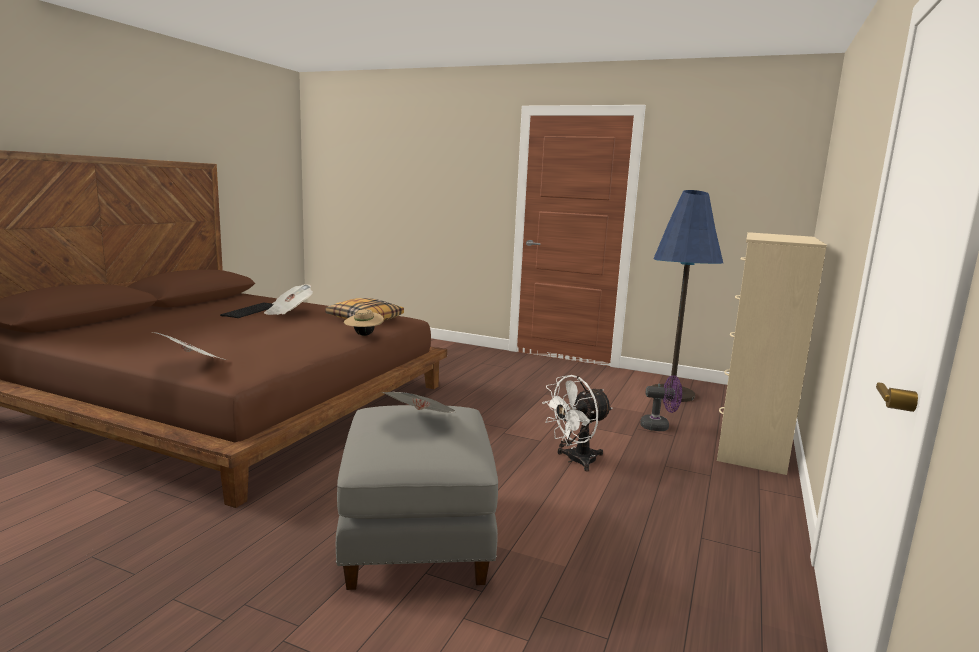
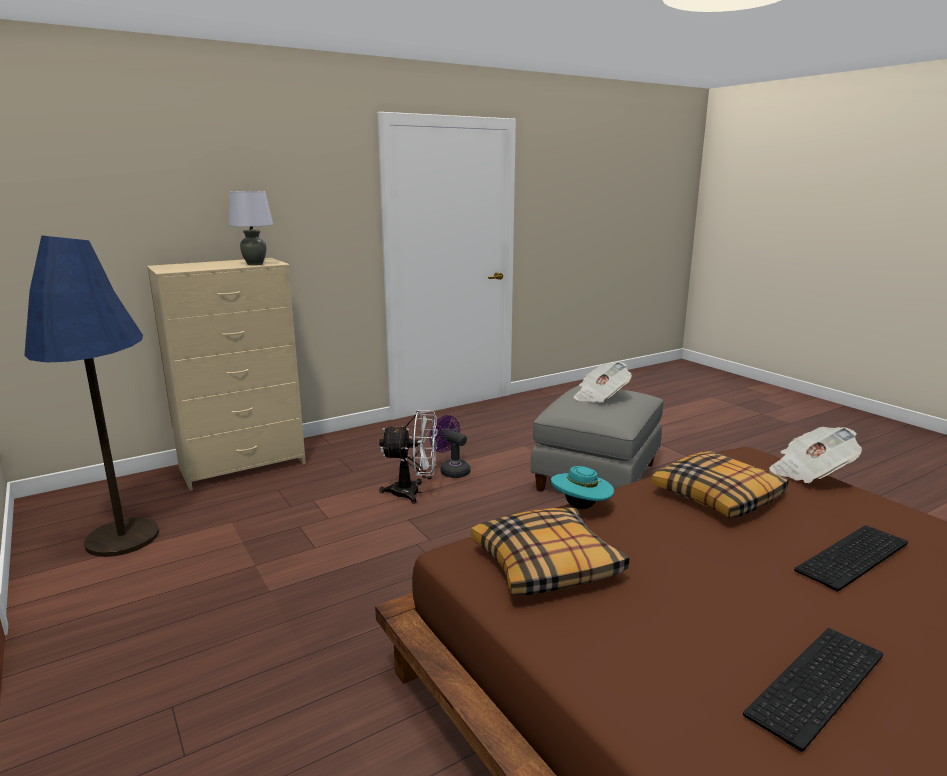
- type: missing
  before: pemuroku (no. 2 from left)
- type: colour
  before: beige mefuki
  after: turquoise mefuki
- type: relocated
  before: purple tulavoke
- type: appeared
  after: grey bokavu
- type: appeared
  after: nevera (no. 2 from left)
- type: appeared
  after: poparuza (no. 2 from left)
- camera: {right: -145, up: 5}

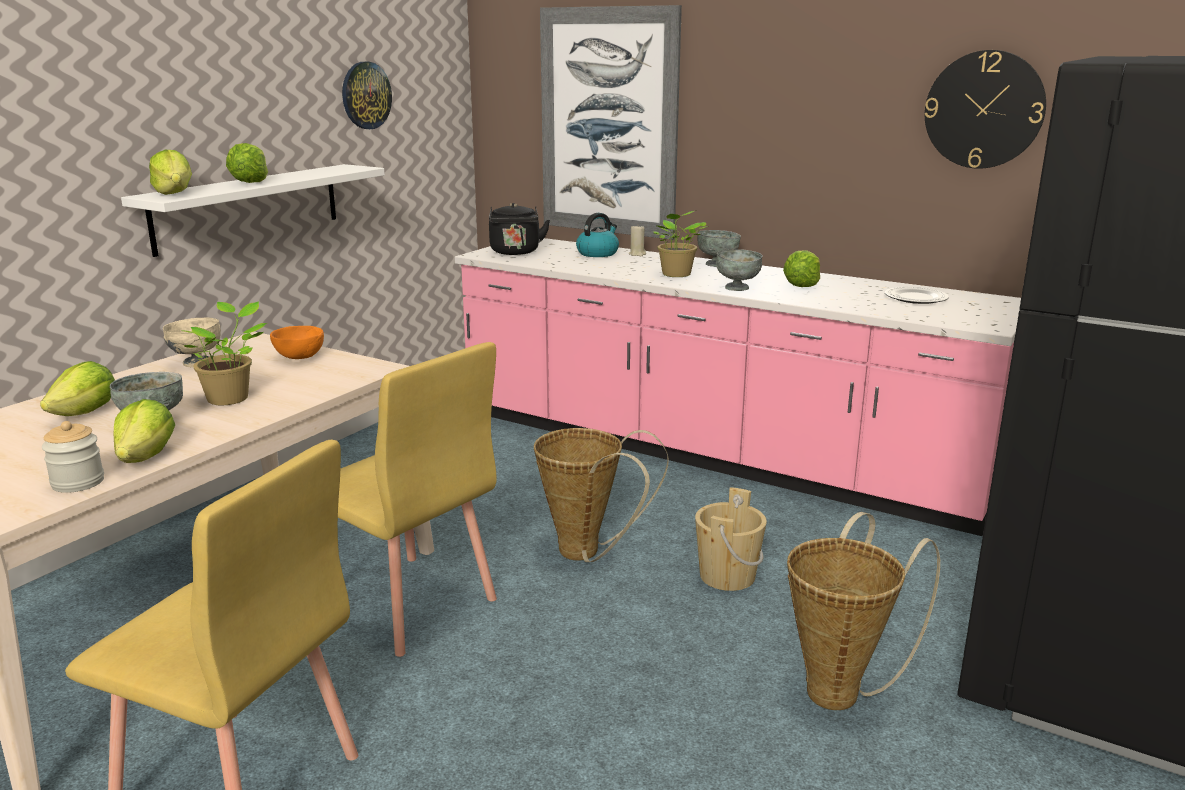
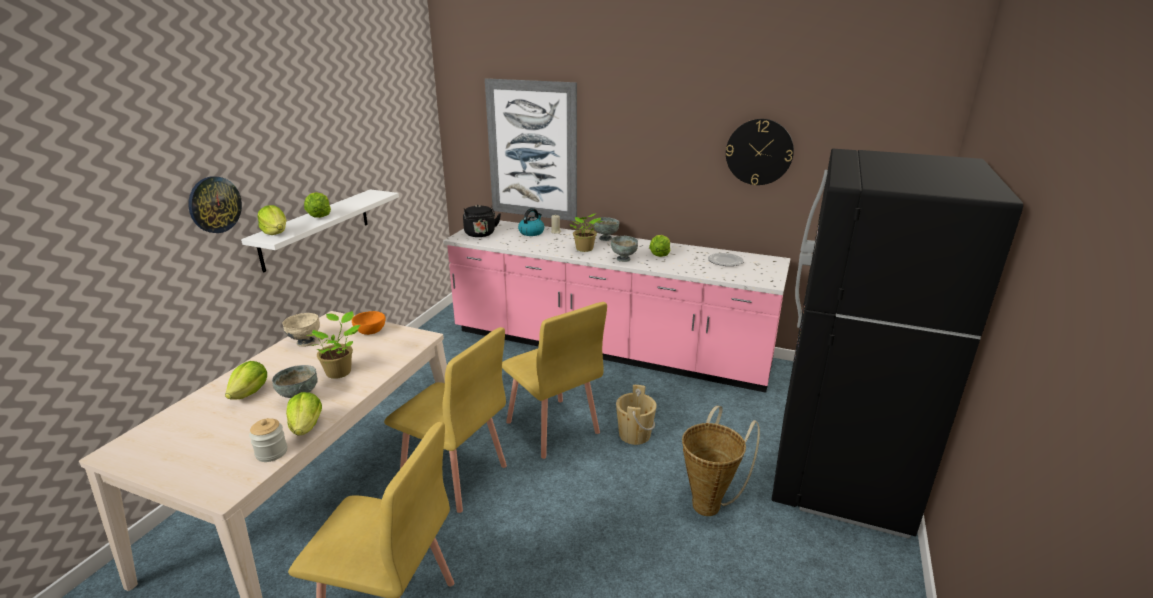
- type: relocated
  before: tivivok (no. 1 from left)
- type: exchanged
  before: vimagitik (no. 1 from left)
  after: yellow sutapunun (no. 3 from left)
- camera: {right: -10, up: 5}

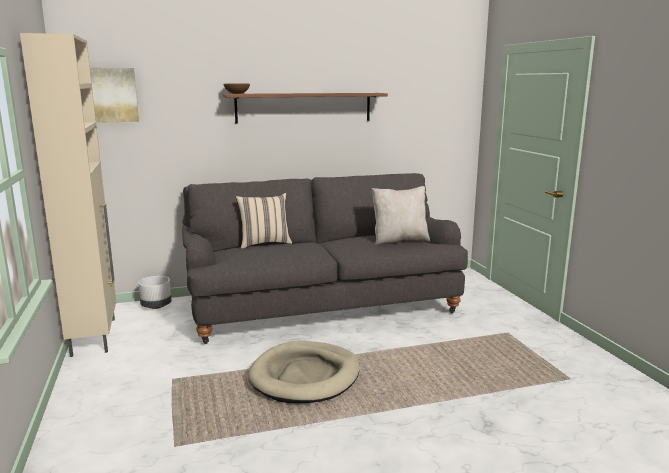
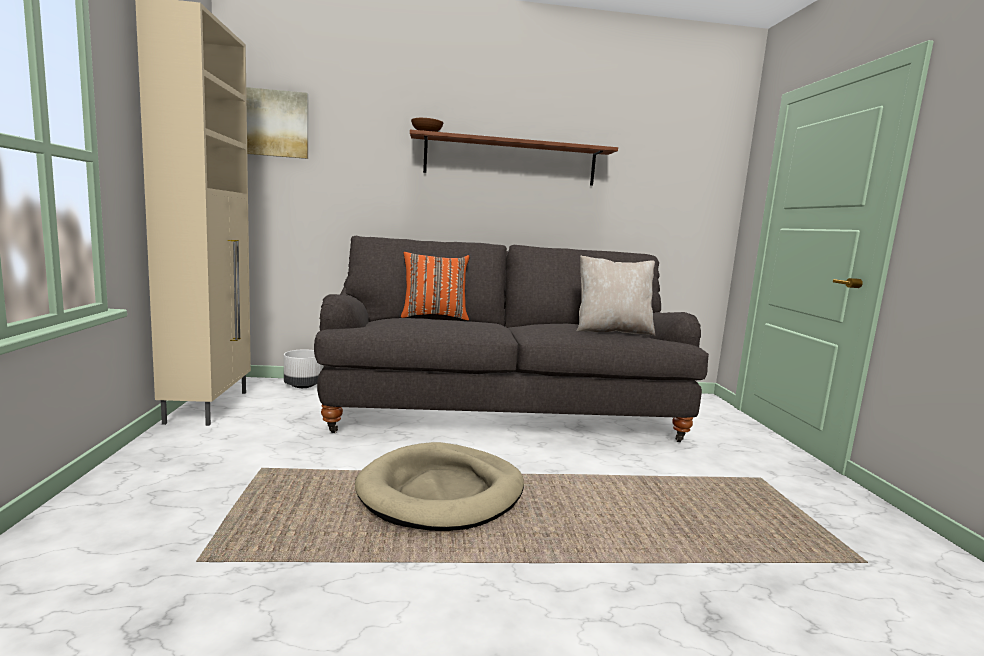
- type: colour
  before: beige nevera (no. 1 from left)
  after: orange nevera
- camera: {right: 10, up: -5}

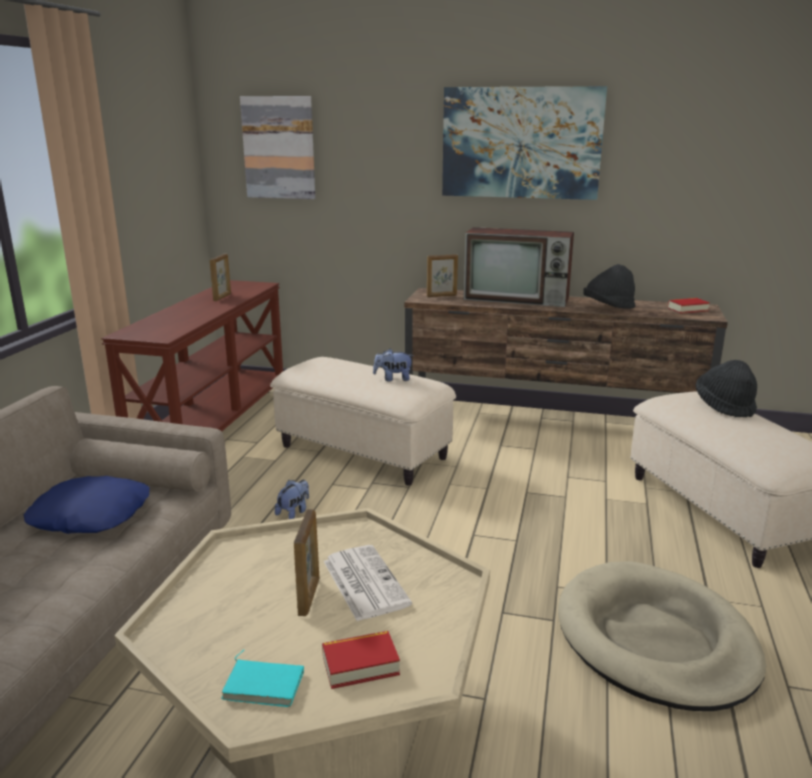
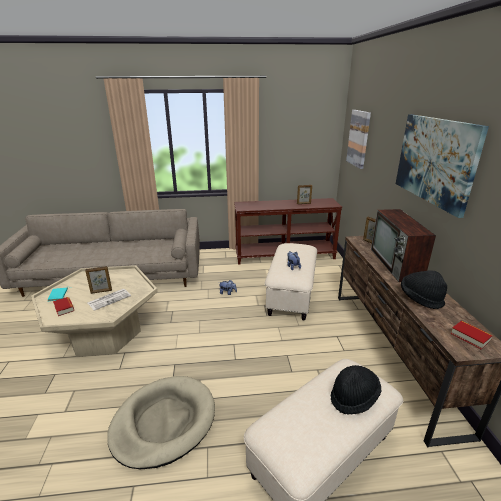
- type: missing
  before: blue nevera
- camera: {right: 70, up: 5}

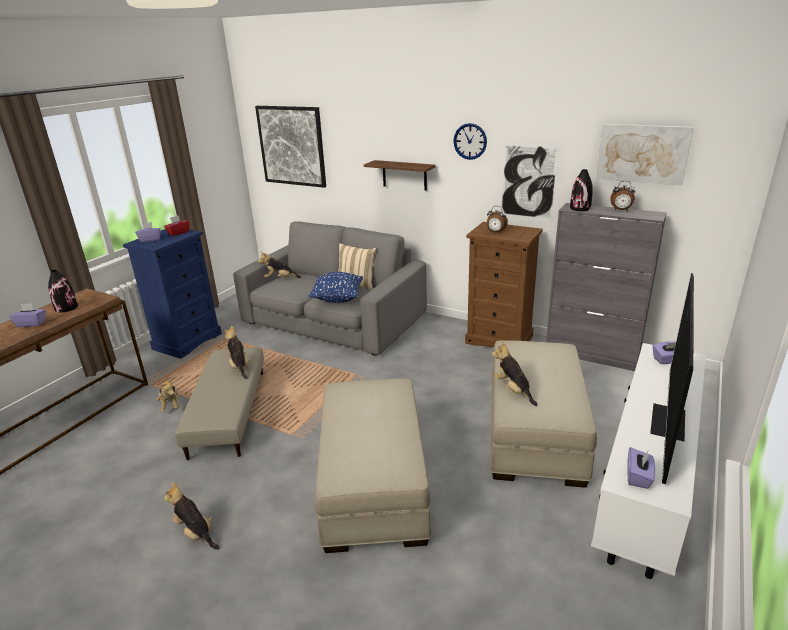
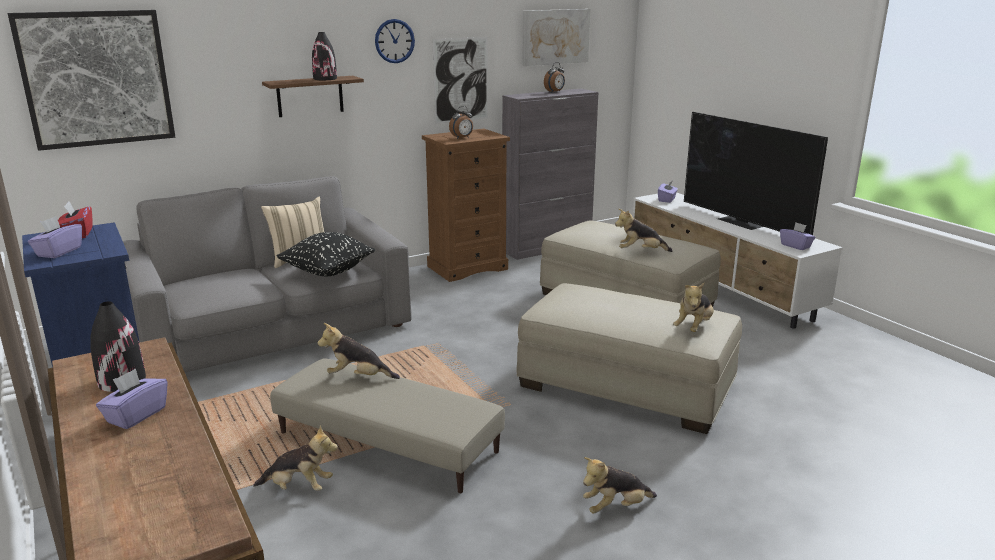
- type: relocated
  before: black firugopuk (no. 2 from left)
- type: relocated
  before: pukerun (no. 4 from left in the first image)
  after: pukerun (no. 5 from left)
- type: colour
  before: blue nevera
  after: black nevera
- camera: {right: -60, up: -5}

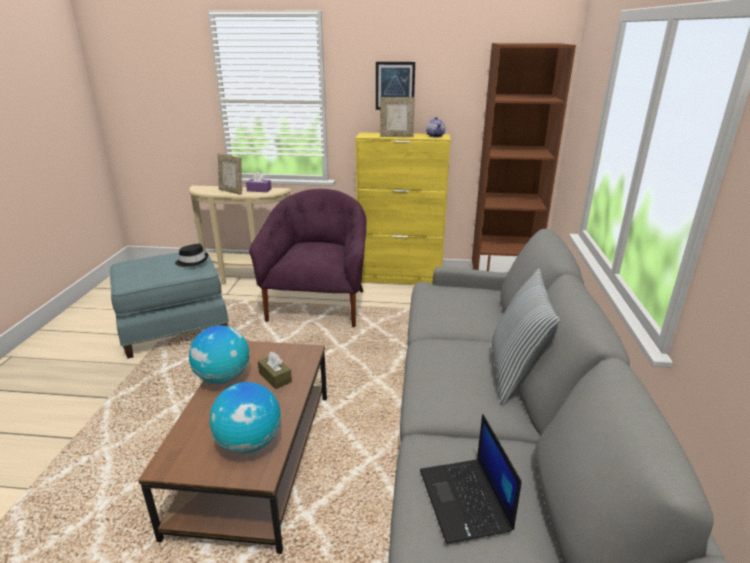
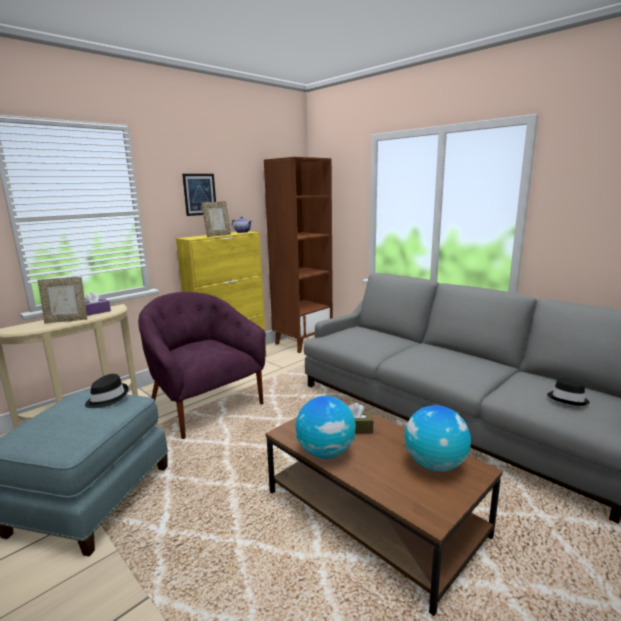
- type: missing
  before: nevera
- type: exchanged
  before: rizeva
  after: black mefuki (no. 2 from left)
- camera: {right: -50, up: -10}

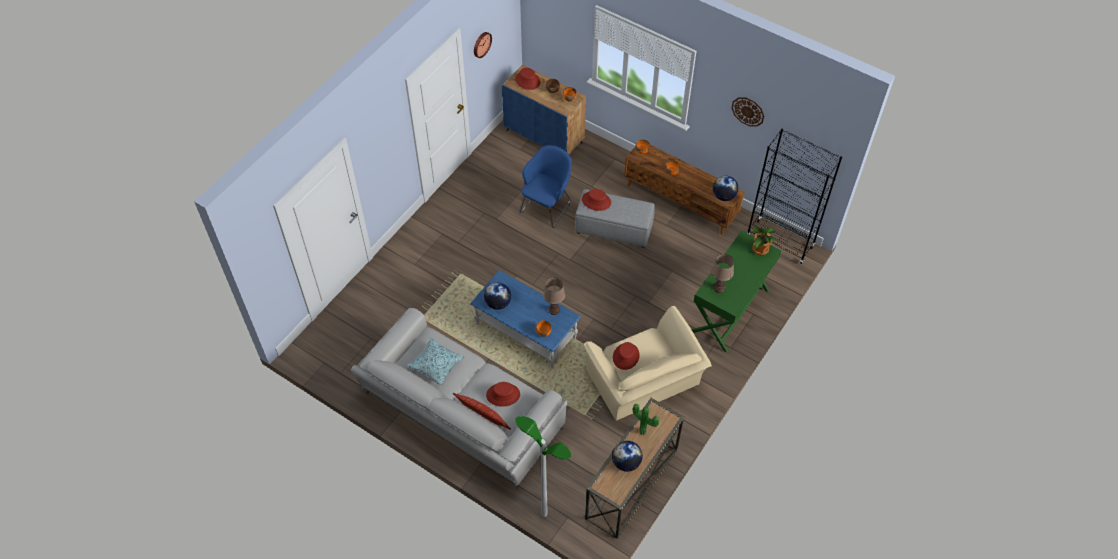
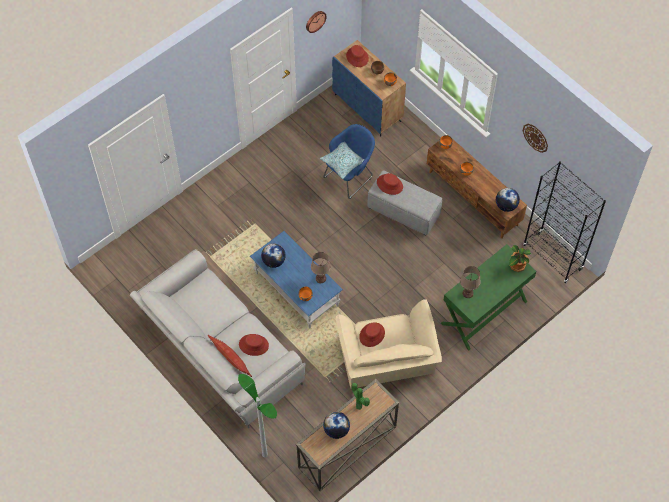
- type: relocated
  before: nevera (no. 1 from left in the first image)
  after: nevera (no. 2 from left)
- camera: {right: 15, up: 5}

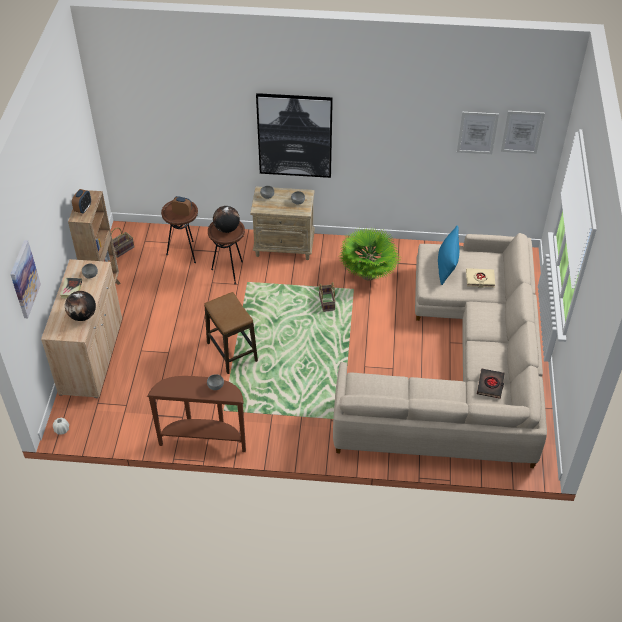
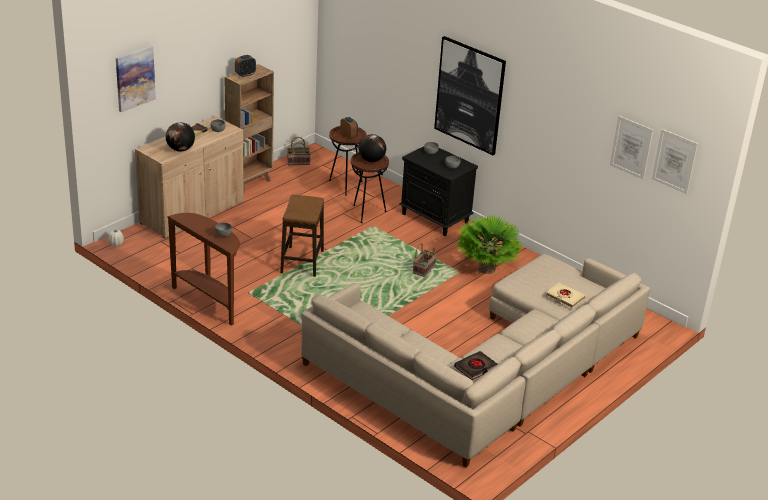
- type: colour
  before: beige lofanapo
  after: black lofanapo
- type: missing
  before: blue nevera
- camera: {right: 35, up: -15}

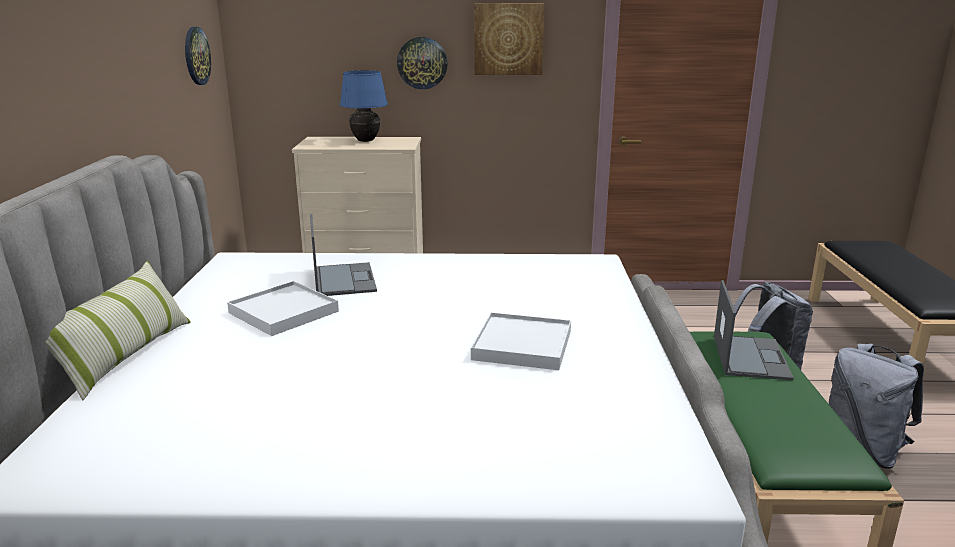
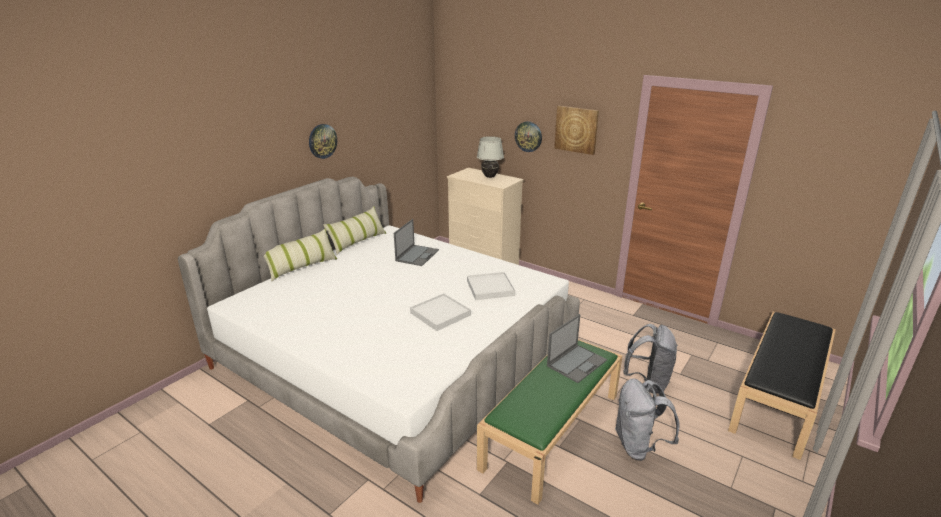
- type: relocated
  before: tivivok (no. 1 from left)
- type: colour
  before: blue bokavu
  after: white bokavu
- type: relocated
  before: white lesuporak (no. 1 from left in the first image)
  after: white lesuporak (no. 2 from left)
- type: appeared
  after: nevera (no. 2 from left)
- camera: {right: 35, up: 5}

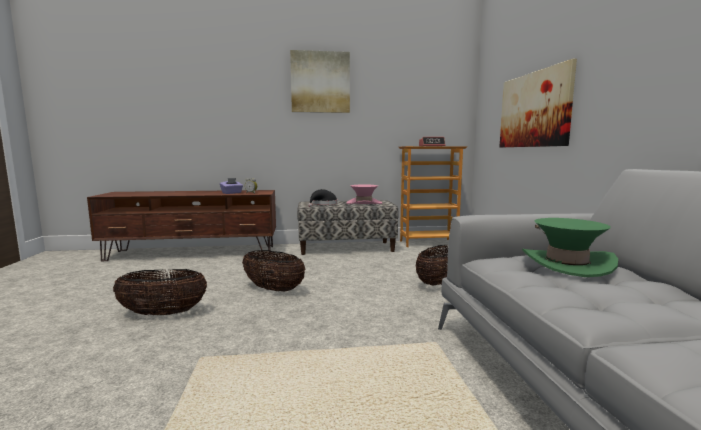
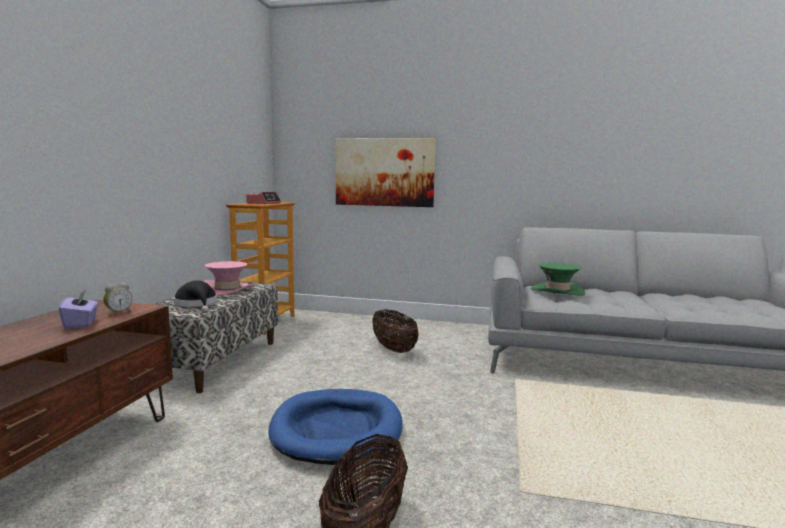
- type: missing
  before: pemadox (no. 1 from left)
- type: exchanged
  before: vimagitik (no. 2 from left)
  after: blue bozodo
- camera: {right: -70, up: 0}

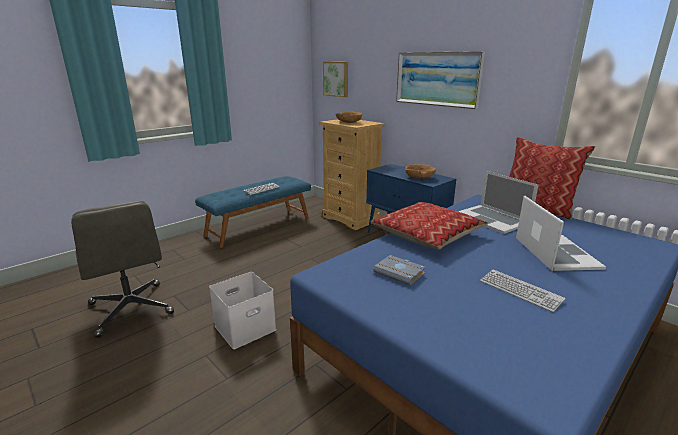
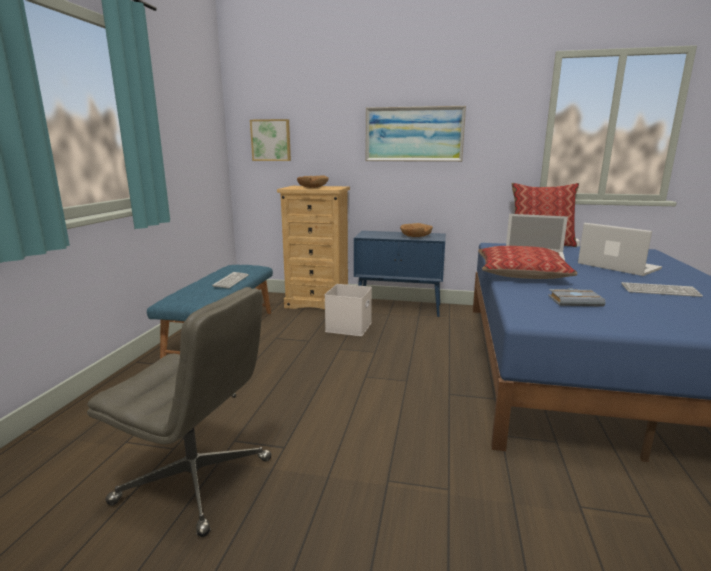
- type: relocated
  before: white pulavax
- camera: {right: -35, up: -5}

